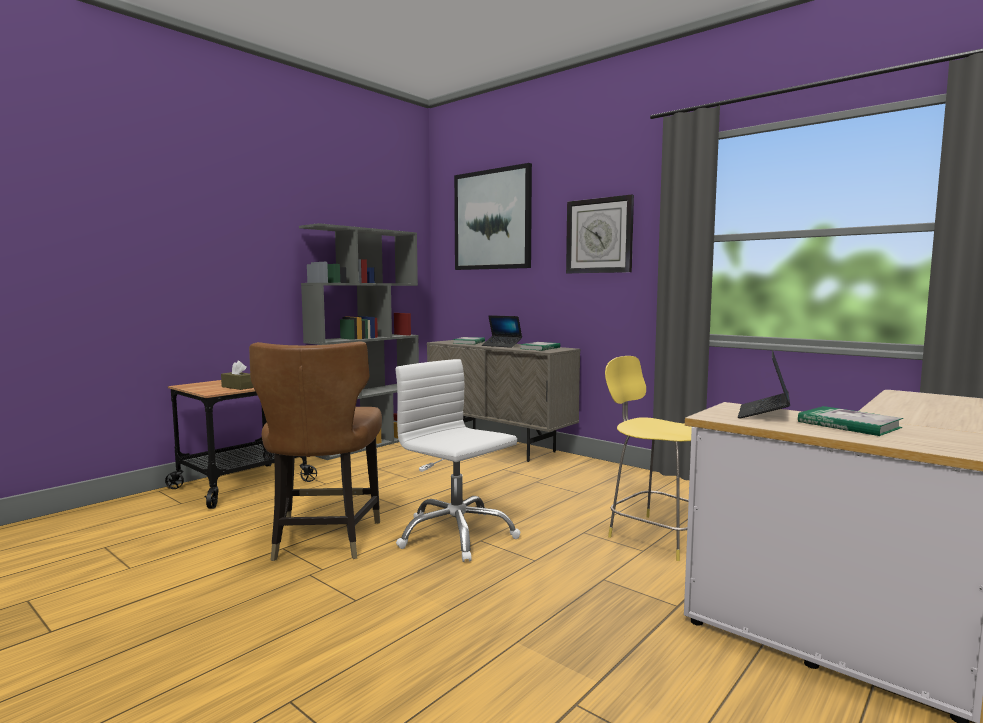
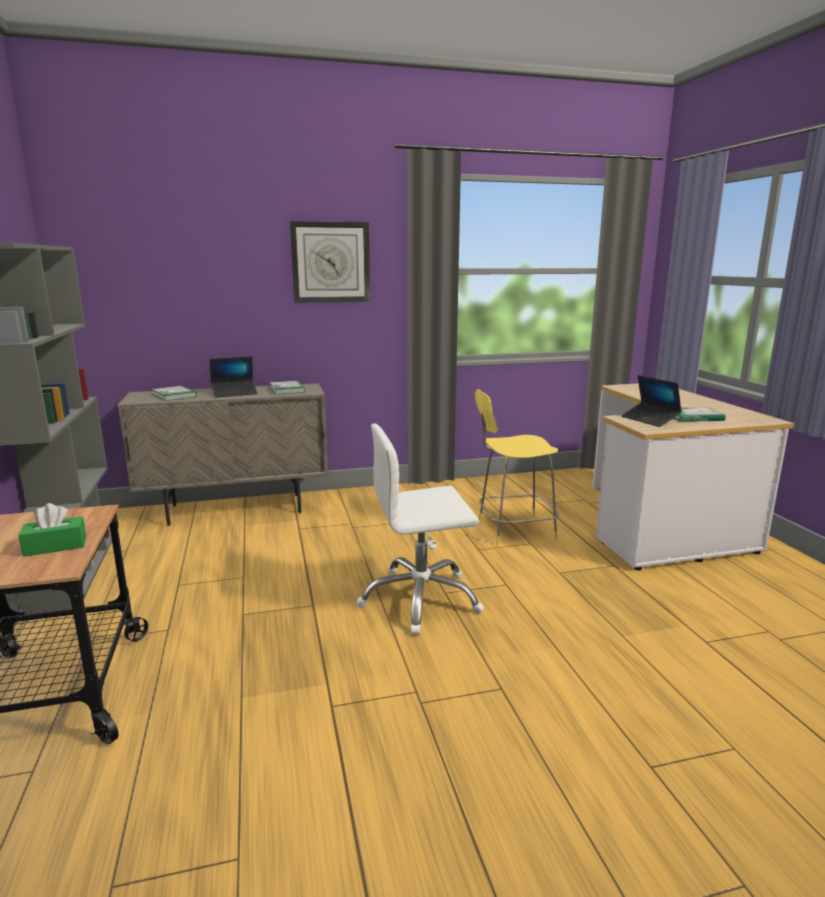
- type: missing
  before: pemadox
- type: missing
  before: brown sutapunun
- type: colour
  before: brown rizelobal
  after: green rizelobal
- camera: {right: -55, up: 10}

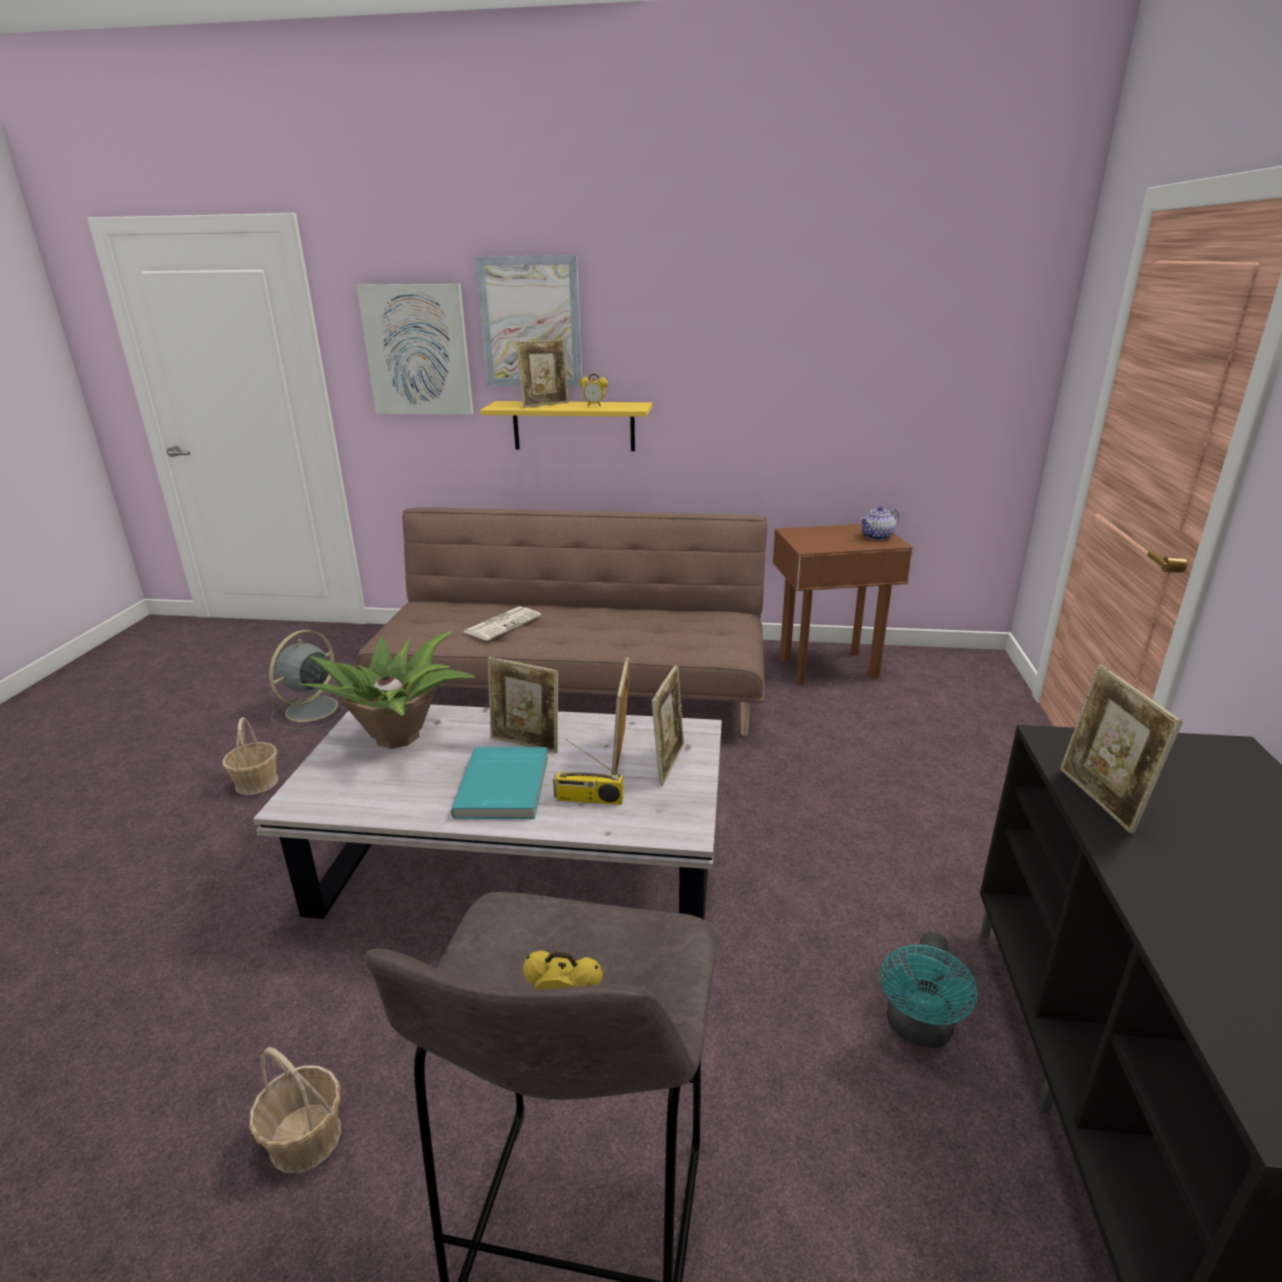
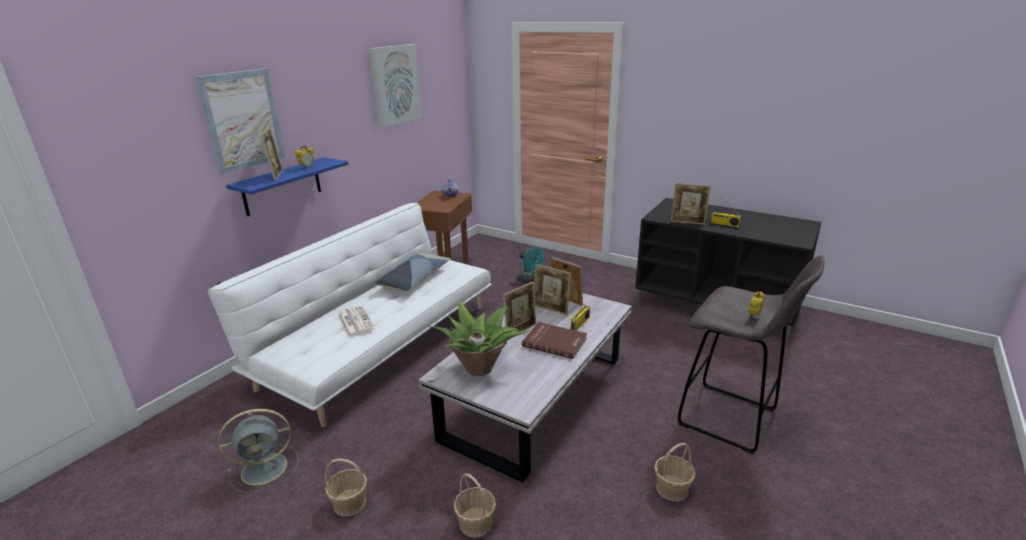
- type: relocated
  before: pemadox (no. 1 from left in the first image)
  after: pemadox (no. 2 from left)
- type: colour
  before: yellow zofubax
  after: blue zofubax
- type: colour
  before: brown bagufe
  after: white bagufe
- type: spun
  before: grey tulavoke
  turn: -75
- type: colour
  before: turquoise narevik
  after: red narevik
- type: relocated
  before: turquoise tulavoke
- type: appeared
  after: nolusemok (no. 2 from left)
- type: appeared
  after: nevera
- type: appeared
  after: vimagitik (no. 2 from left)
- camera: {right: -65, up: 0}

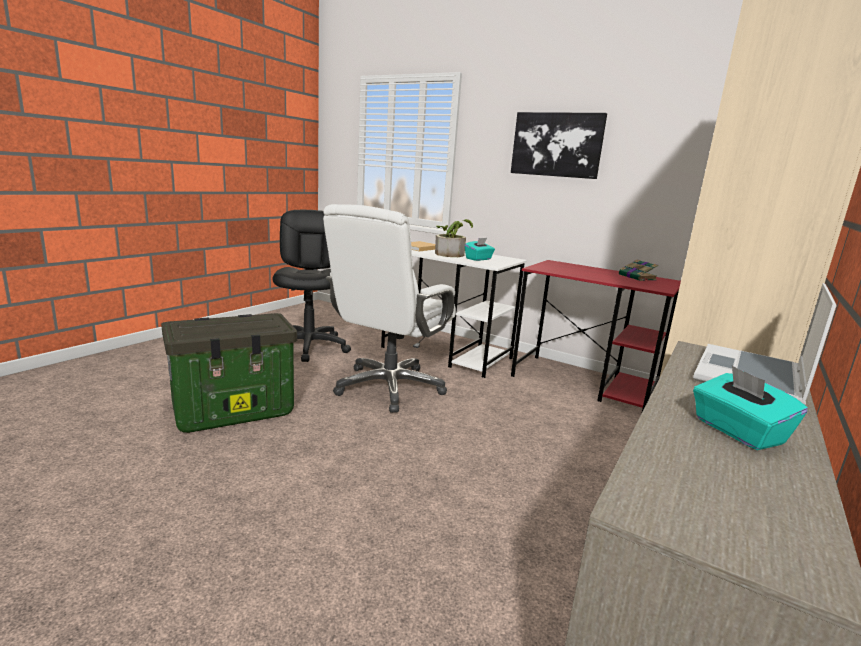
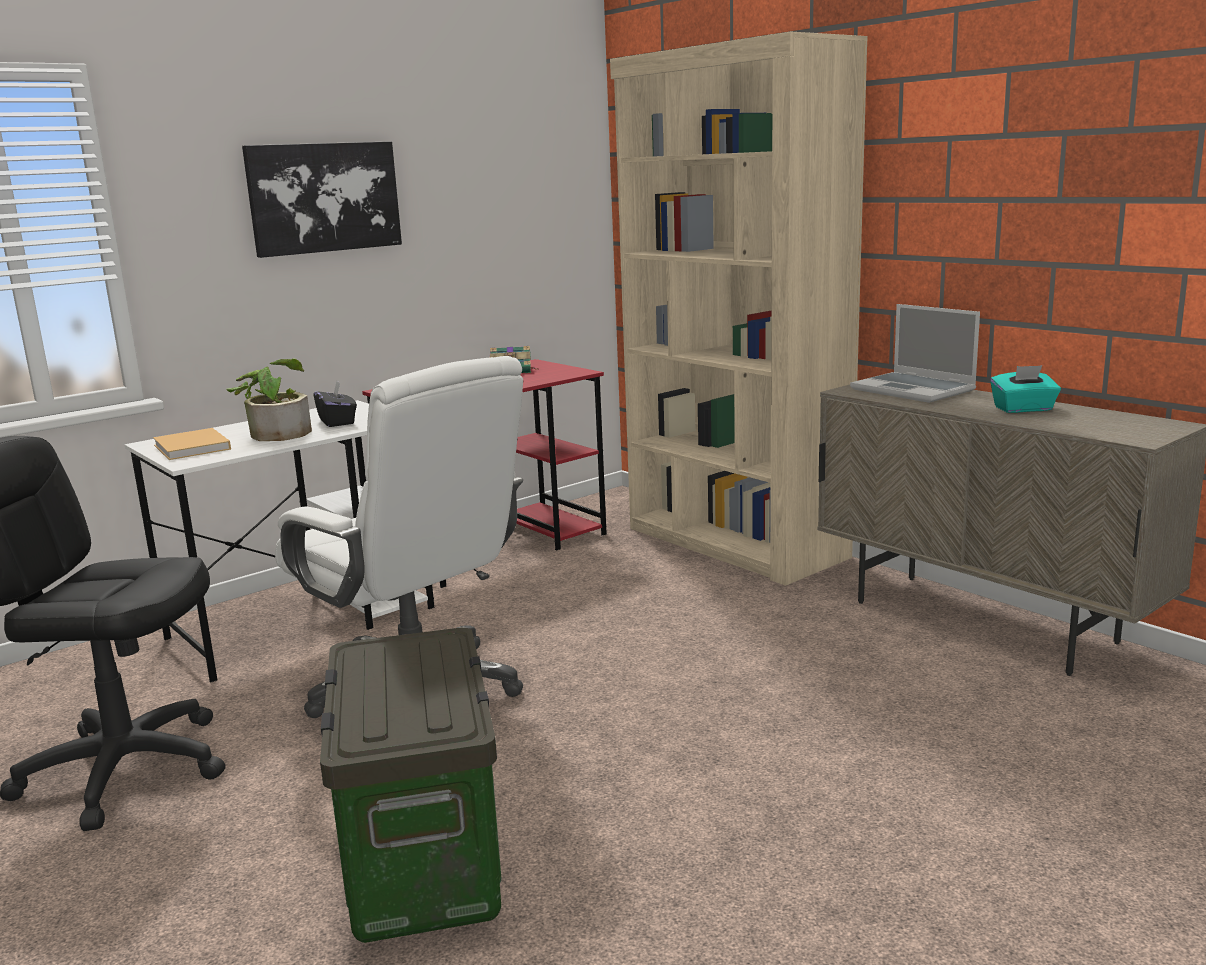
- type: colour
  before: turquoise rizelobal (no. 1 from left)
  after: black rizelobal
- camera: {right: -70, up: 0}

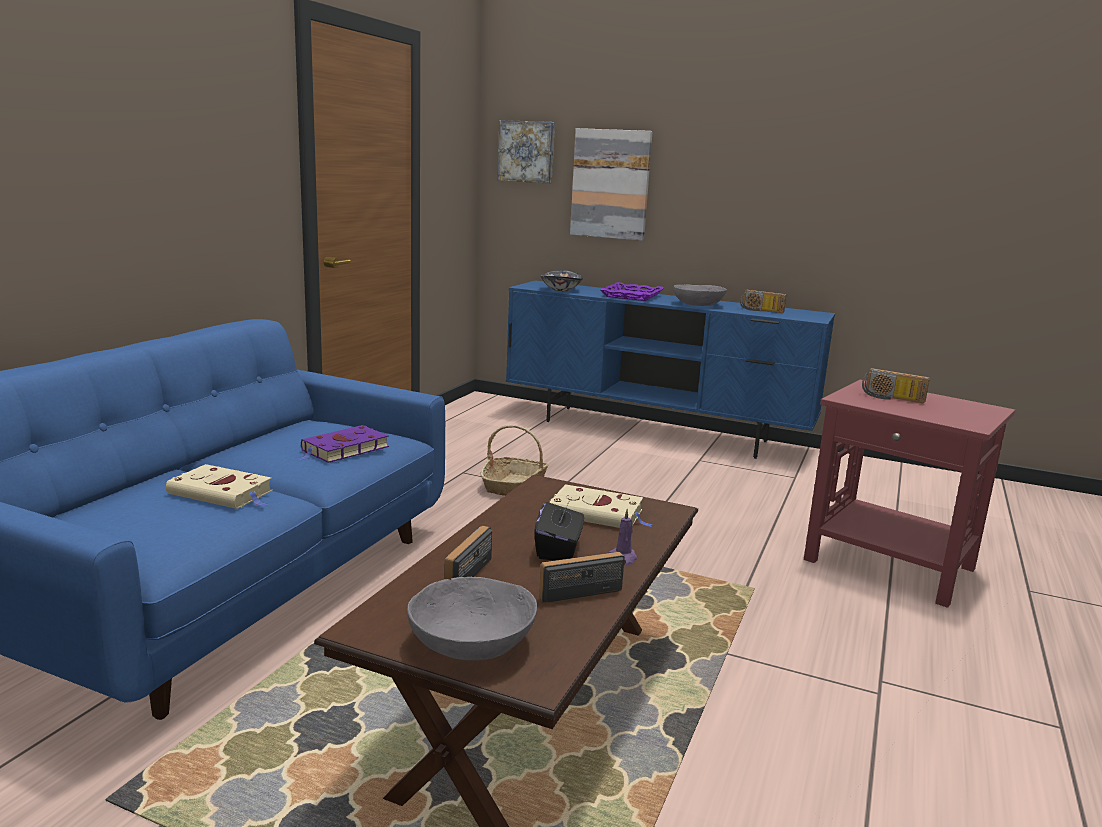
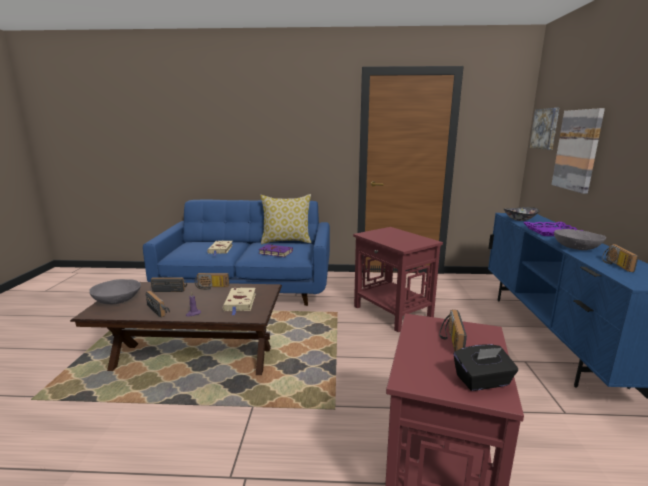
- type: exchanged
  before: vimagitik
  after: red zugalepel (no. 1 from left)
- type: relocated
  before: black rizelobal
- type: appeared
  after: nevera
- type: appeared
  after: nolusemok (no. 3 from left)
- camera: {right: 70, up: 0}

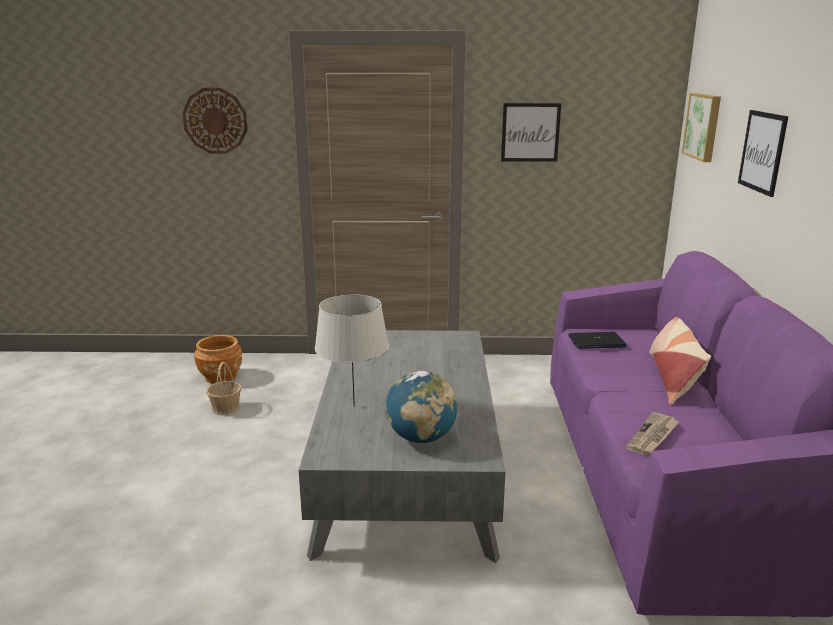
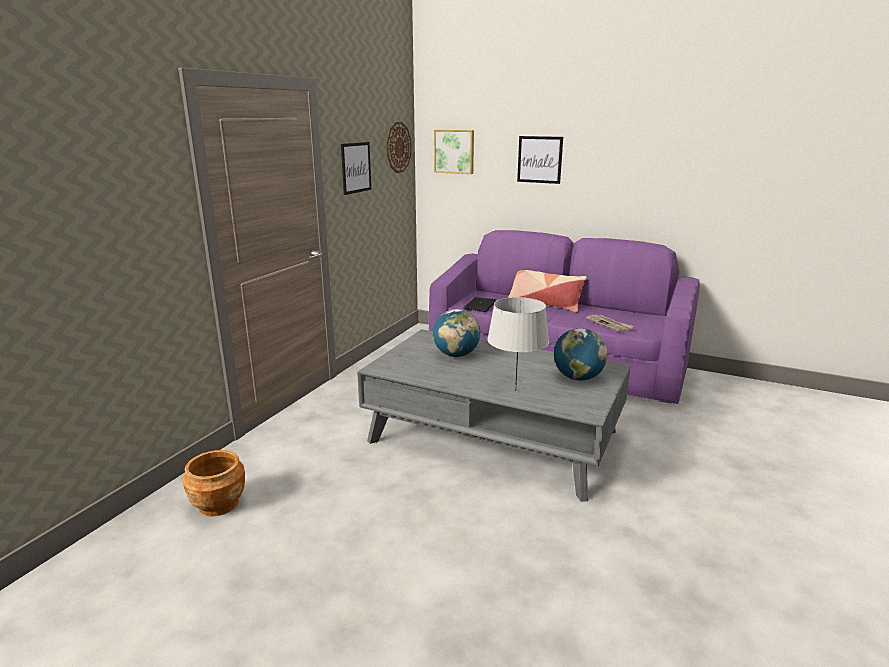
- type: relocated
  before: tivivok
- type: missing
  before: vimagitik
- type: appeared
  after: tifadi (no. 1 from left)
- camera: {right: -65, up: 0}

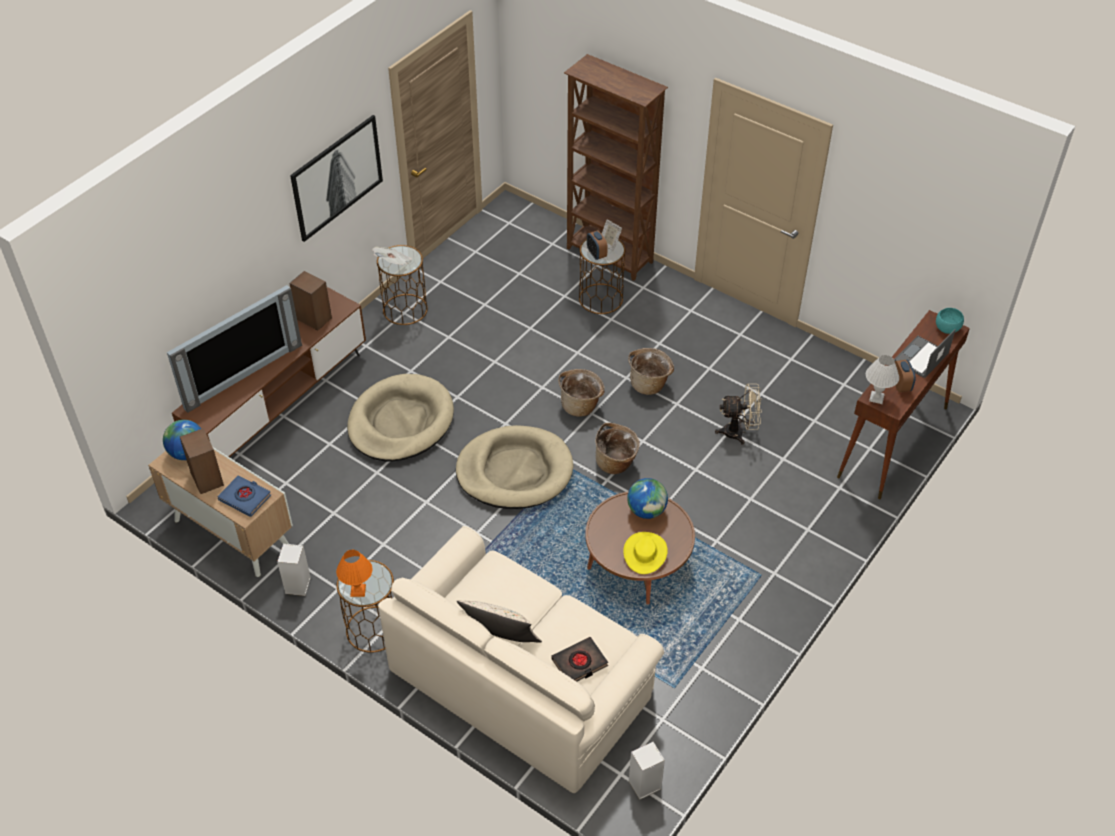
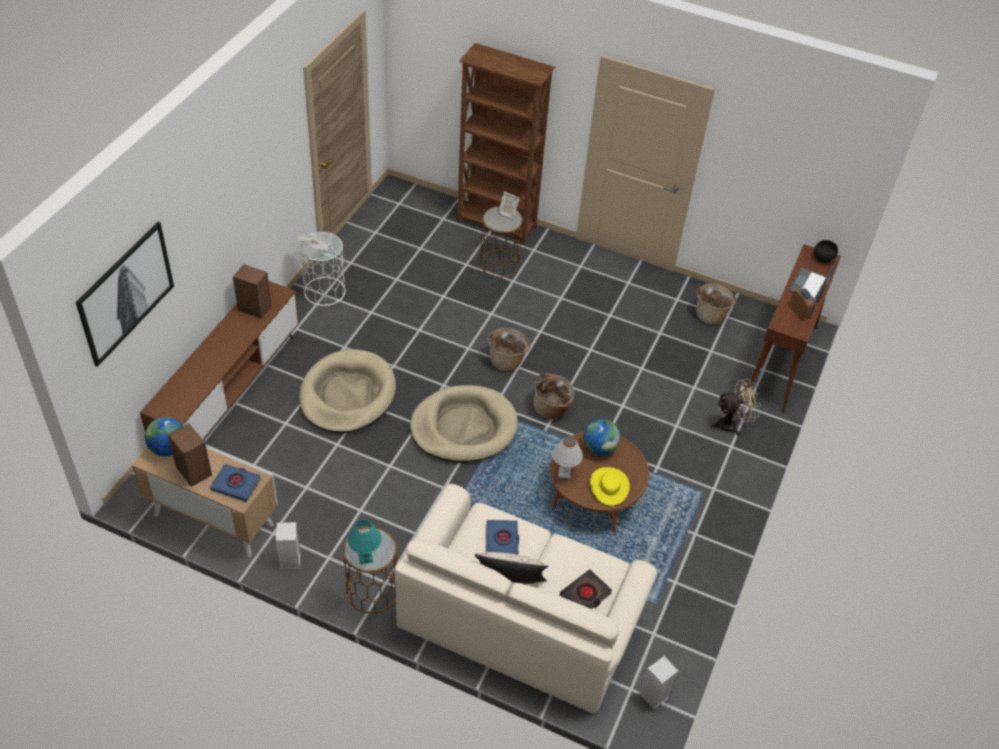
- type: relocated
  before: pemadox
- type: missing
  before: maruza (no. 1 from left)
- type: colour
  before: brown zugalepel (no. 2 from left)
  after: white zugalepel
- type: missing
  before: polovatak
- type: colour
  before: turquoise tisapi
  after: black tisapi
- type: relocated
  before: vimagitik (no. 3 from left)
- type: relocated
  before: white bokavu
- type: relocated
  before: beige tulavoke
- type: colour
  before: orange bokavu
  after: turquoise bokavu
- type: appeared
  after: blue narevik (no. 2 from left)
- camera: {right: -15, up: 0}

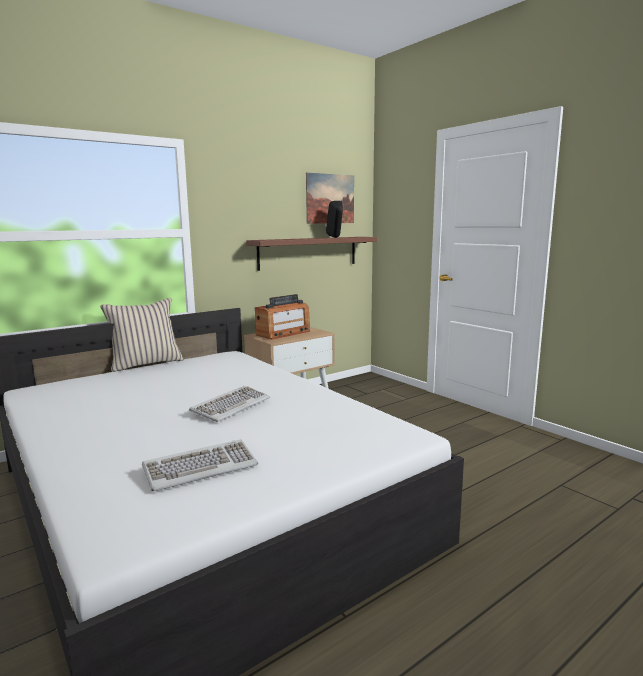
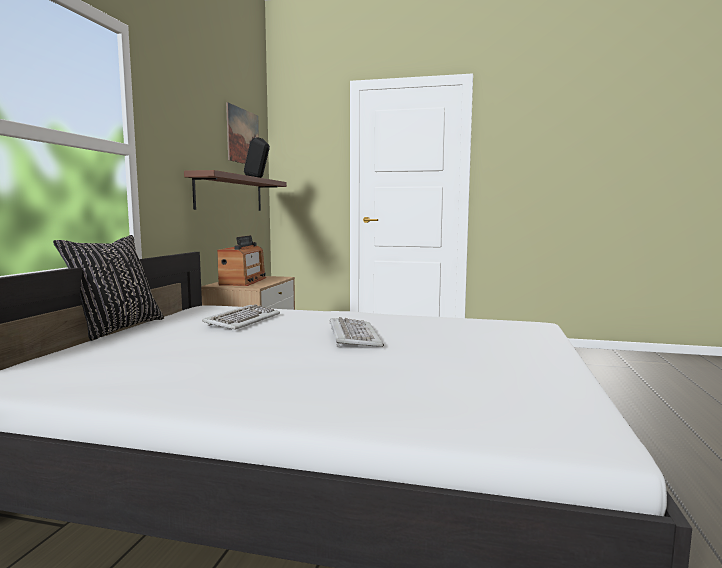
- type: colour
  before: beige nevera
  after: black nevera
- type: relocated
  before: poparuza (no. 1 from left)
- camera: {right: -40, up: -5}

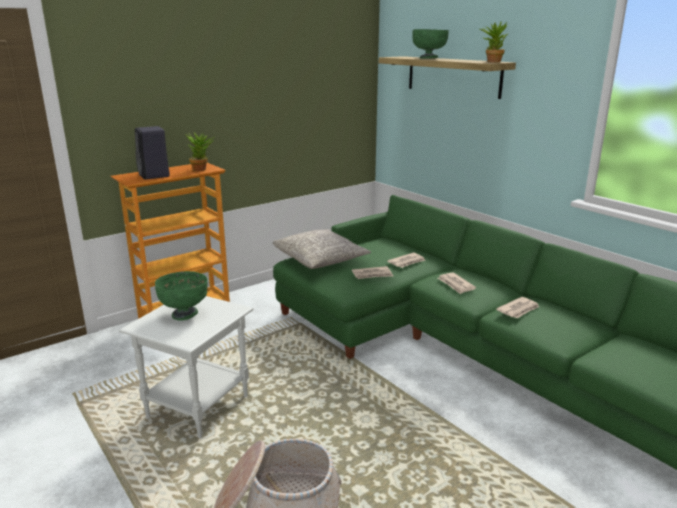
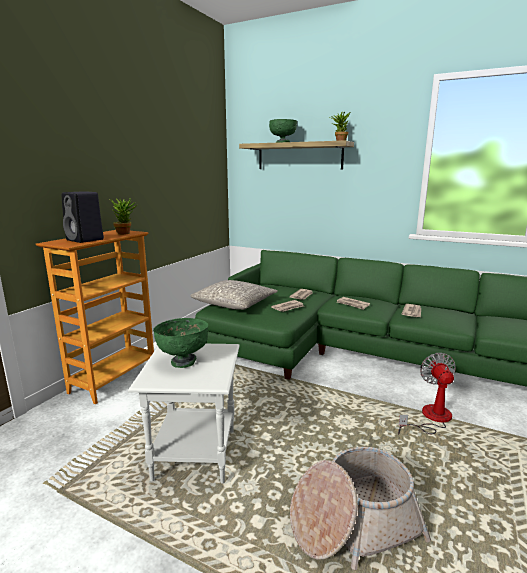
- type: appeared
  after: tulavoke
- camera: {right: -25, up: -5}

